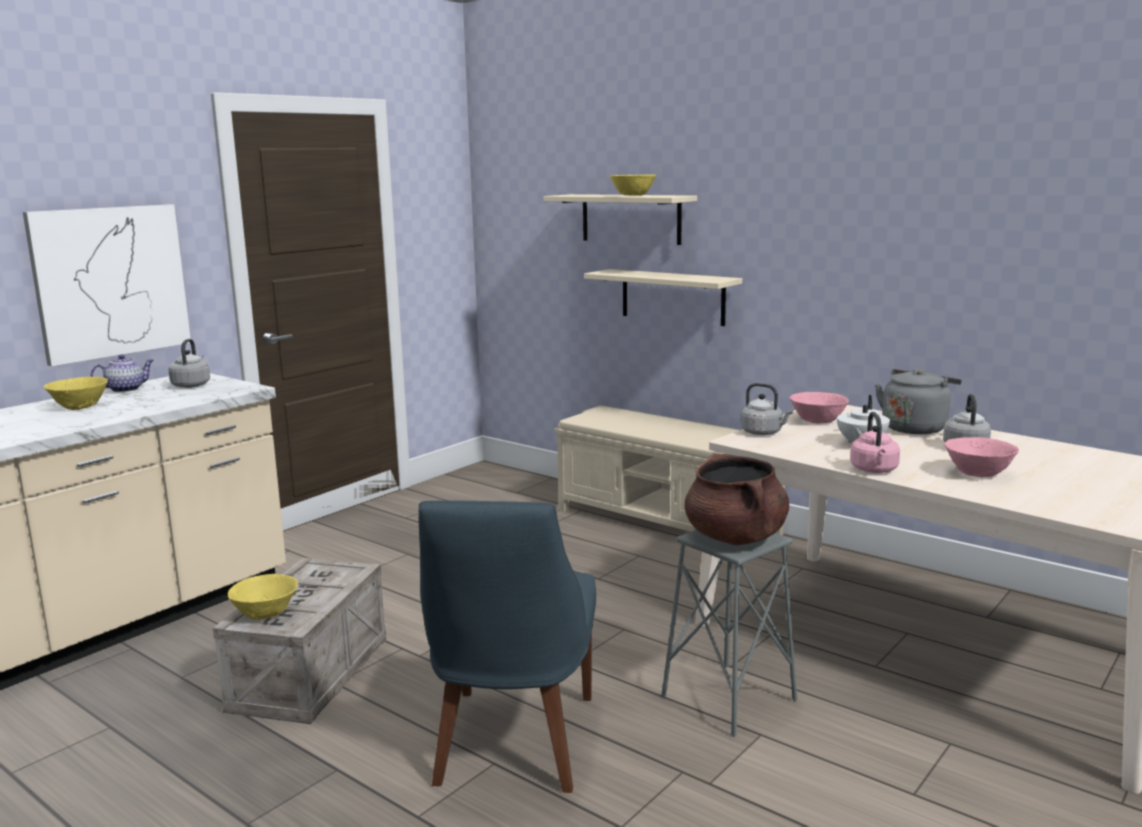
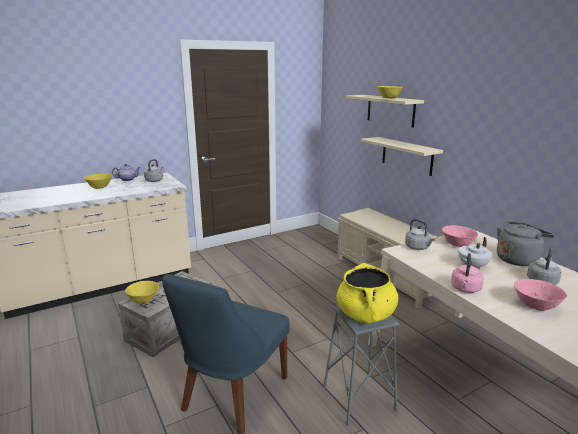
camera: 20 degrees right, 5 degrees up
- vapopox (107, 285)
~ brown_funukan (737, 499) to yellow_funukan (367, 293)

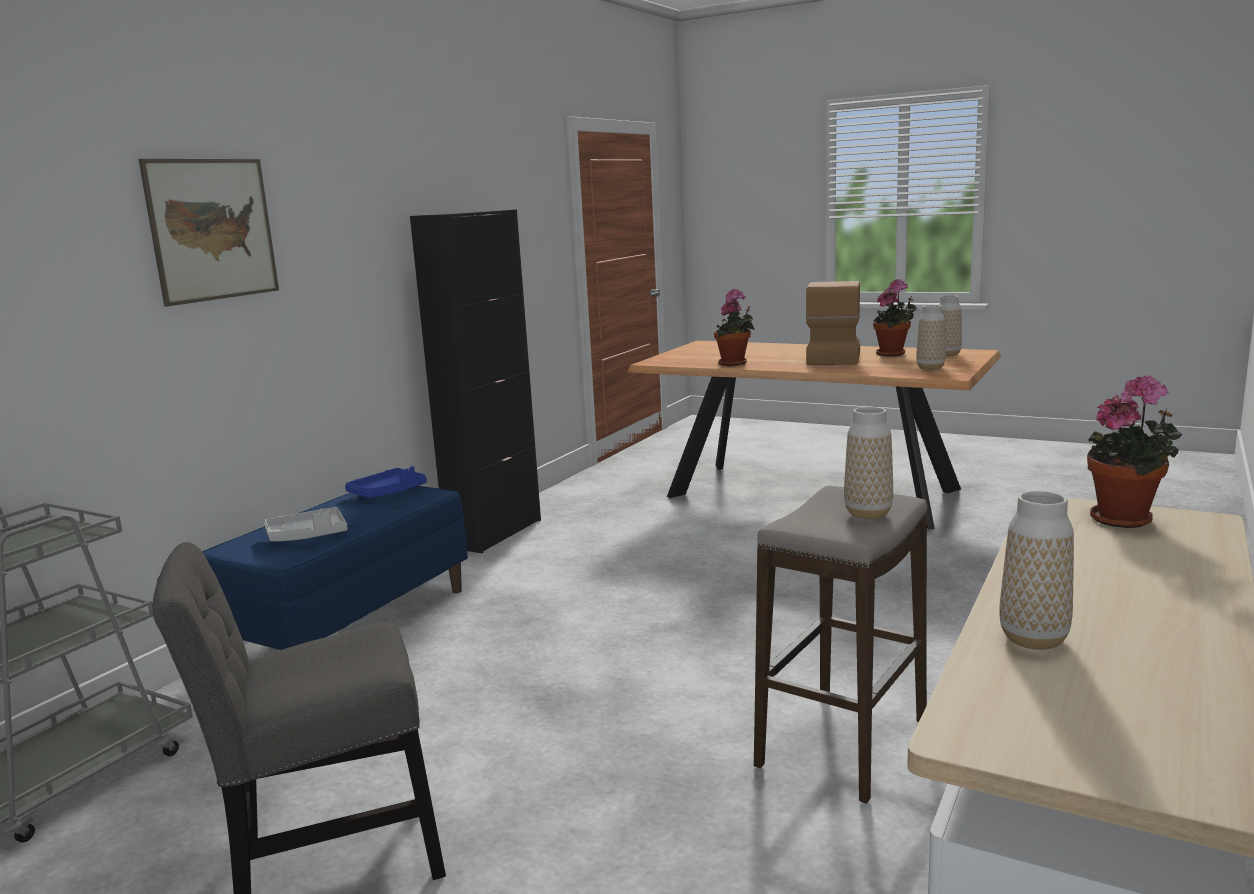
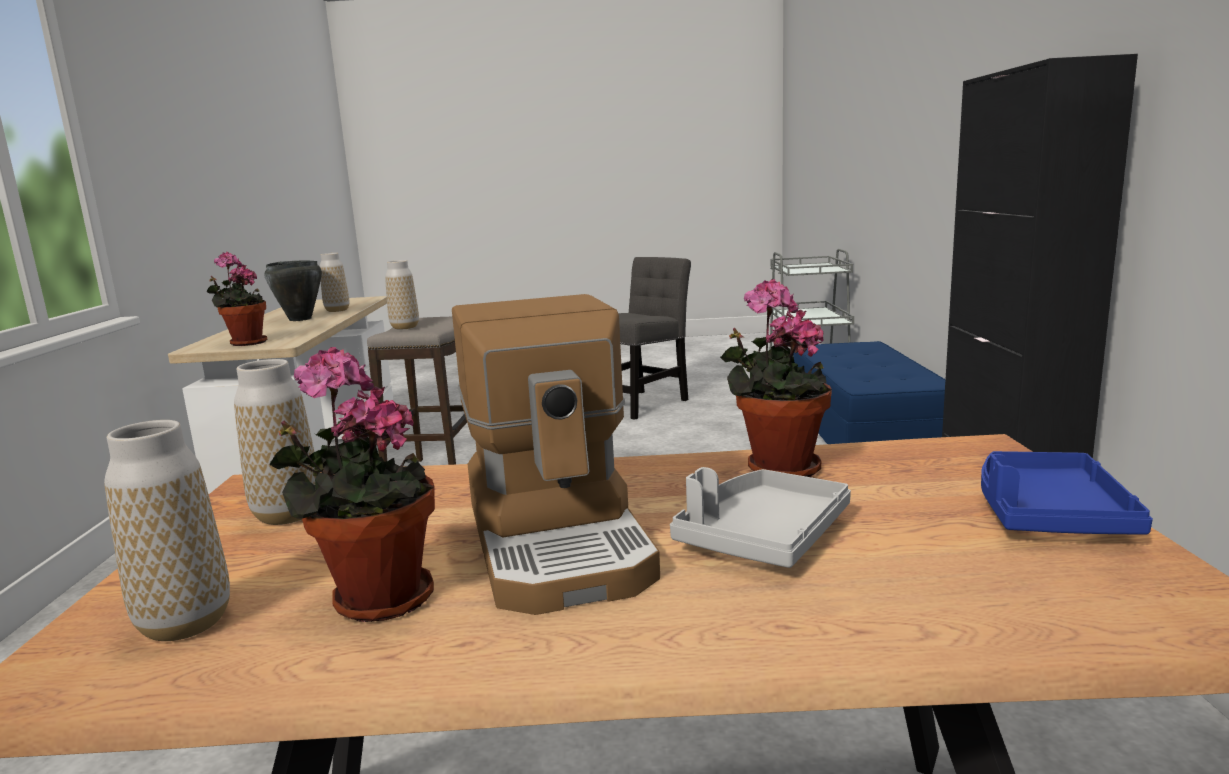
camera: 150 degrees right, 0 degrees up
- vapopox (208, 232)
+ black_funukan (293, 291)
~ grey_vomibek (306, 524) to (760, 517)
~ blue_vomibek (386, 482) to (1067, 493)

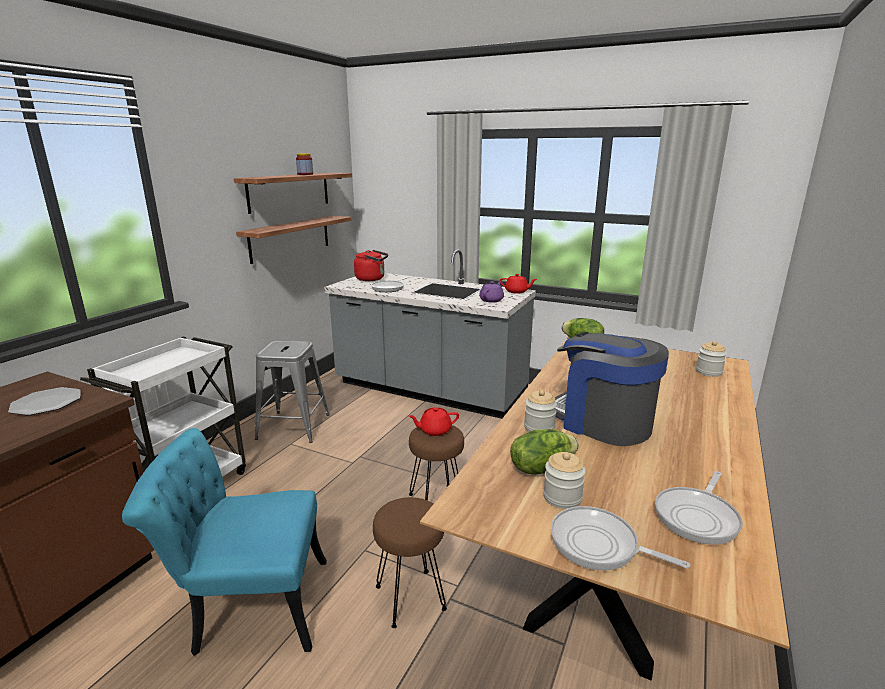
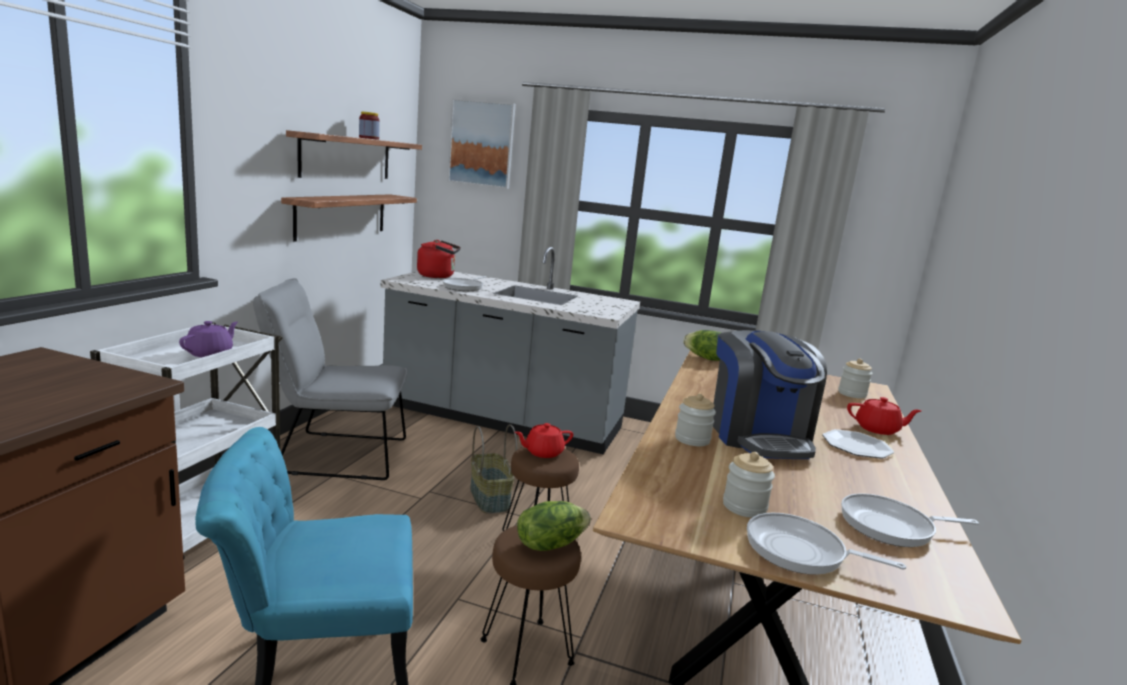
camera: 10 degrees left, 5 degrees down
+ vapopox (482, 143)
+ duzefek (493, 469)
~ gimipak (44, 401) to (858, 444)
~ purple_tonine (491, 292) to (208, 339)
~ red_tonine (518, 283) to (884, 416)
~ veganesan (544, 452) to (554, 526)
~ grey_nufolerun (292, 392) to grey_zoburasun (330, 379)
~ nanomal (612, 389) = (770, 394) 135 degrees counterclockwise
~ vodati (699, 508) = (910, 520) 60 degrees clockwise

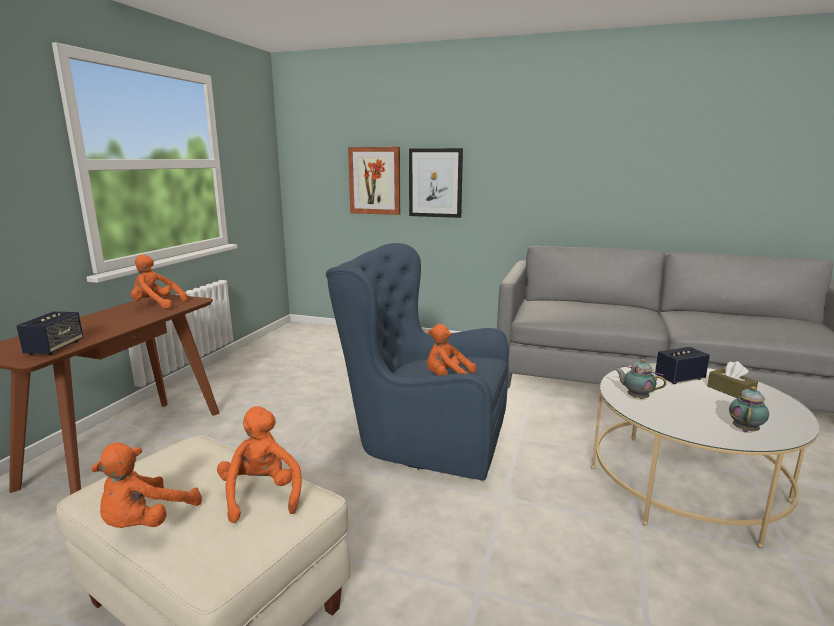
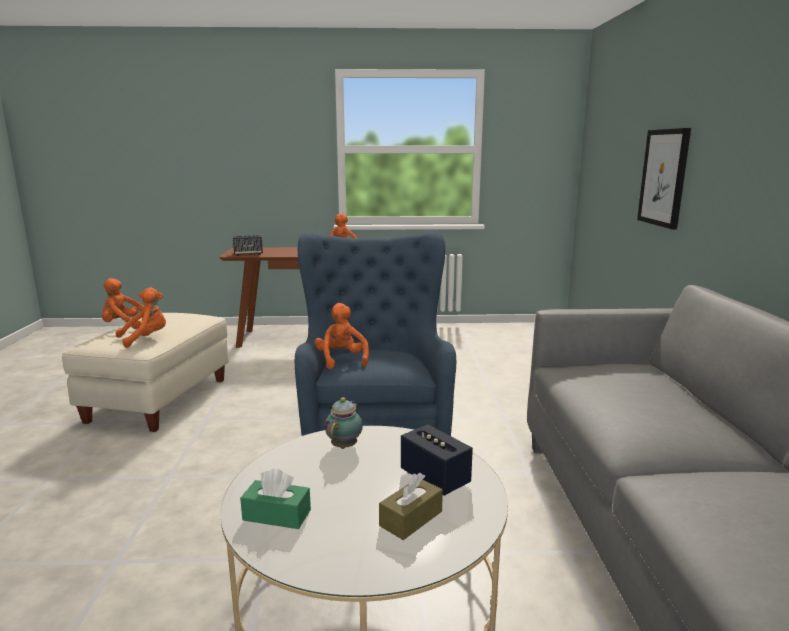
camera: 70 degrees right, 0 degrees up
- vapopox (374, 181)
~ tonine (749, 409) to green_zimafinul (275, 498)

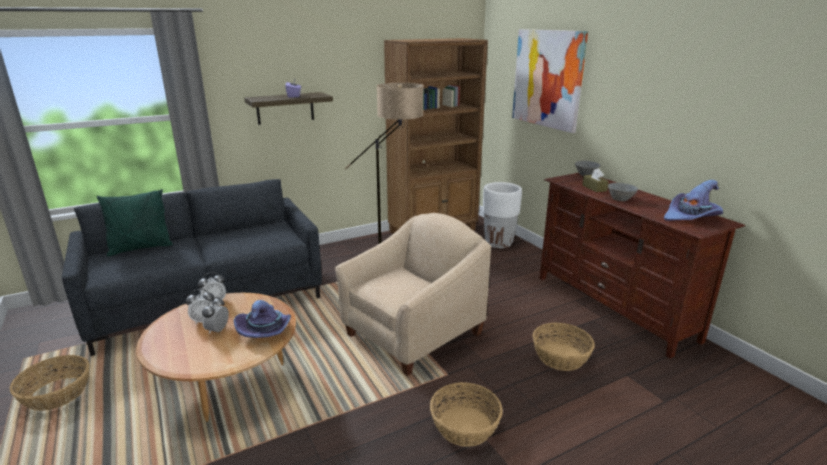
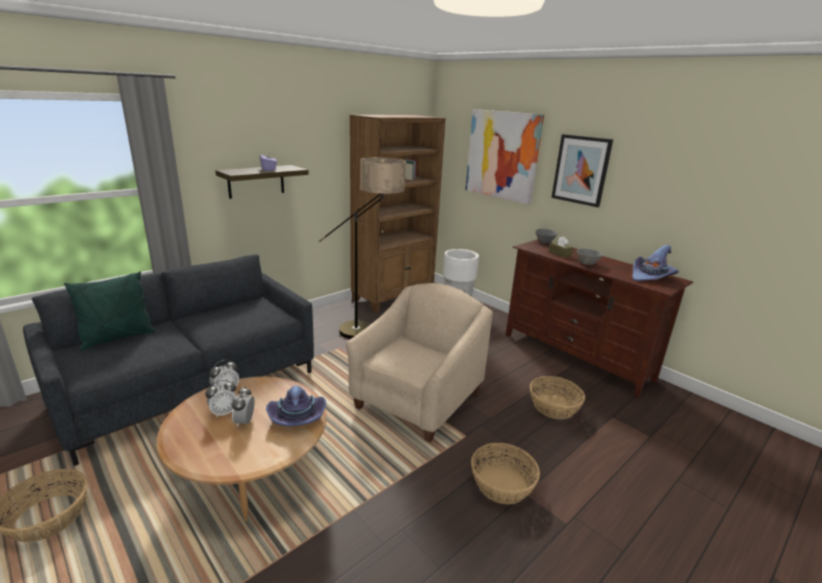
camera: 15 degrees left, 0 degrees up
+ vapopox (582, 170)

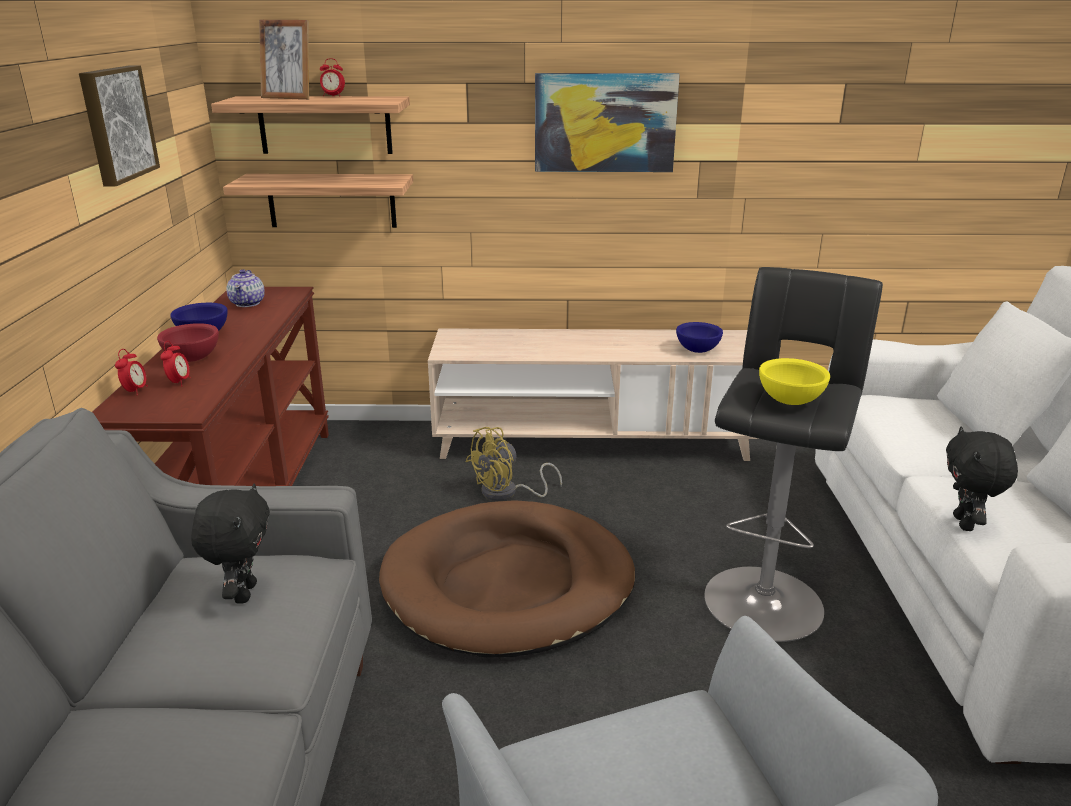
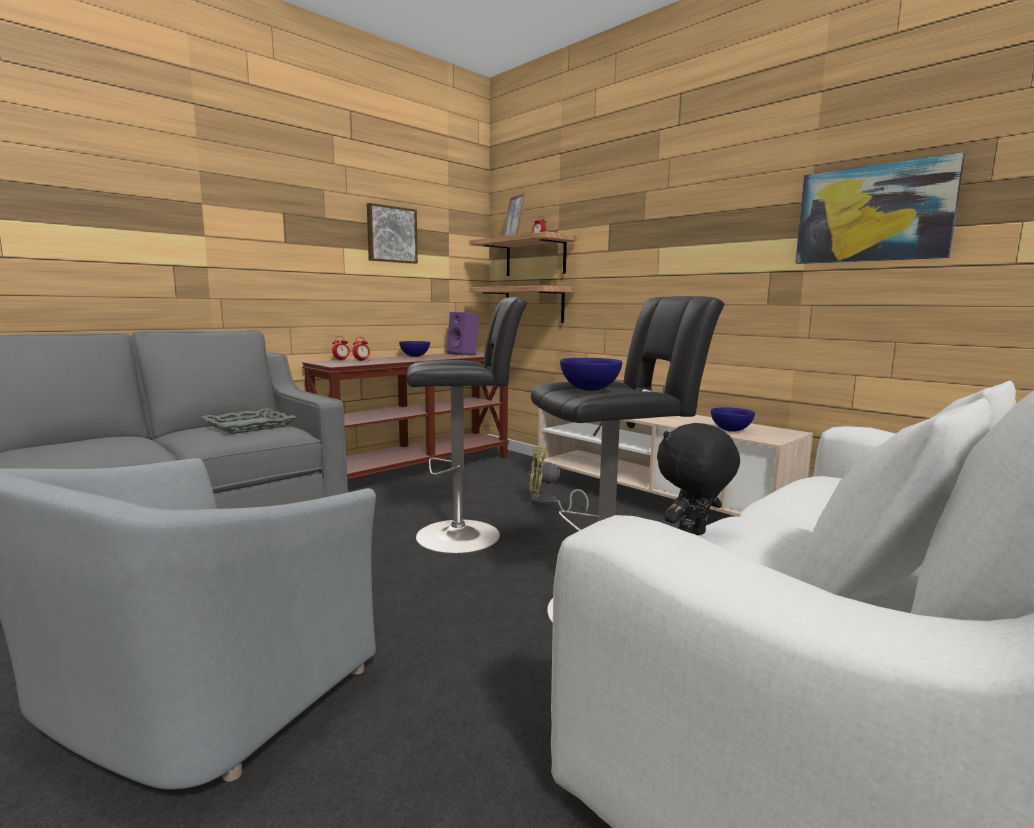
camera: 45 degrees right, 15 degrees down
- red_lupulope (188, 342)
~ vapopox (607, 122) to (880, 208)
~ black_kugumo (230, 544) to grey_vomibek (249, 421)
~ tonine (245, 288) to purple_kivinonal (463, 334)
~ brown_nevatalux (507, 579) to black_nufolerun (467, 425)
~ yellow_lupulope (794, 381) to blue_lupulope (591, 374)

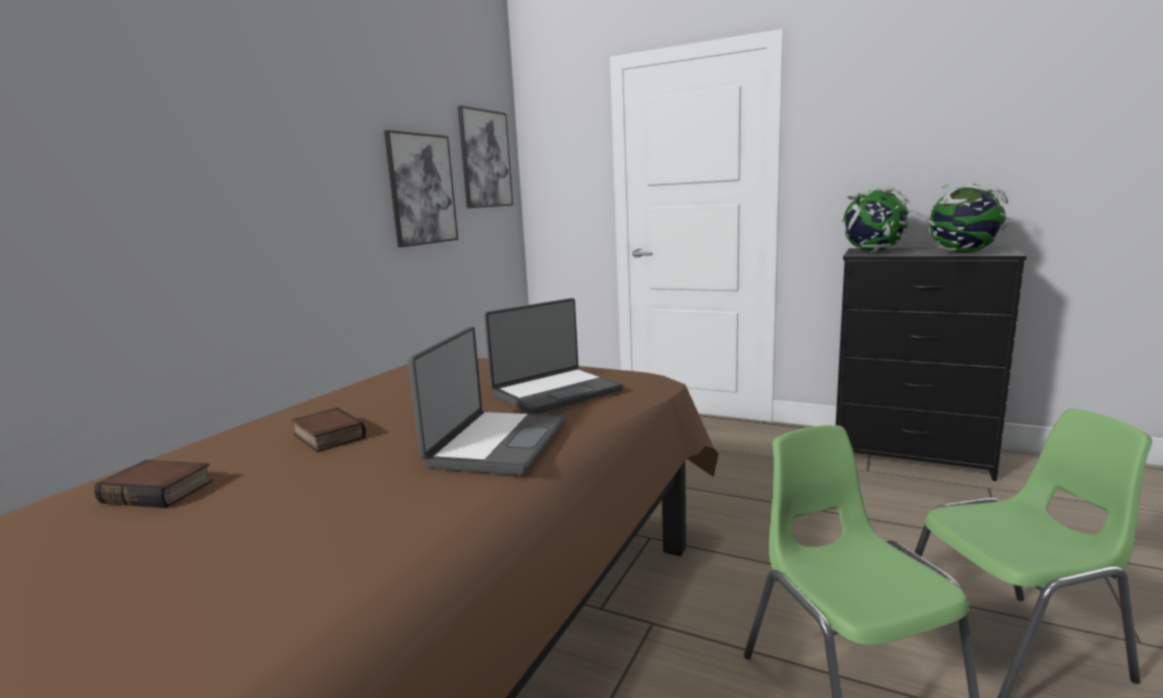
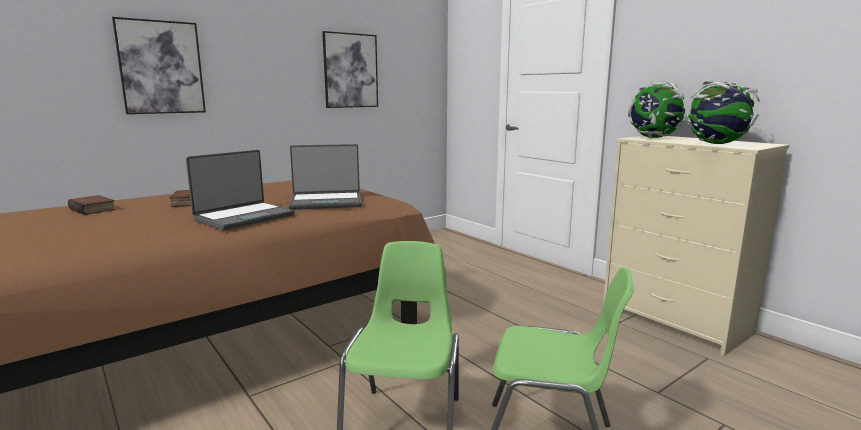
camera: 25 degrees right, 0 degrees up
~ vapopox (485, 157) to (159, 65)
~ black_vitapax (931, 364) to beige_vitapax (696, 246)

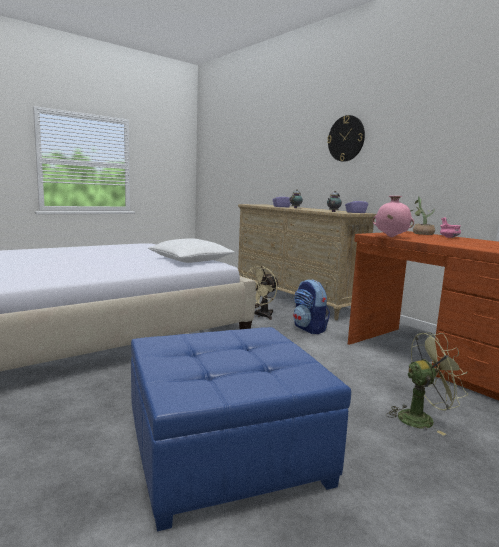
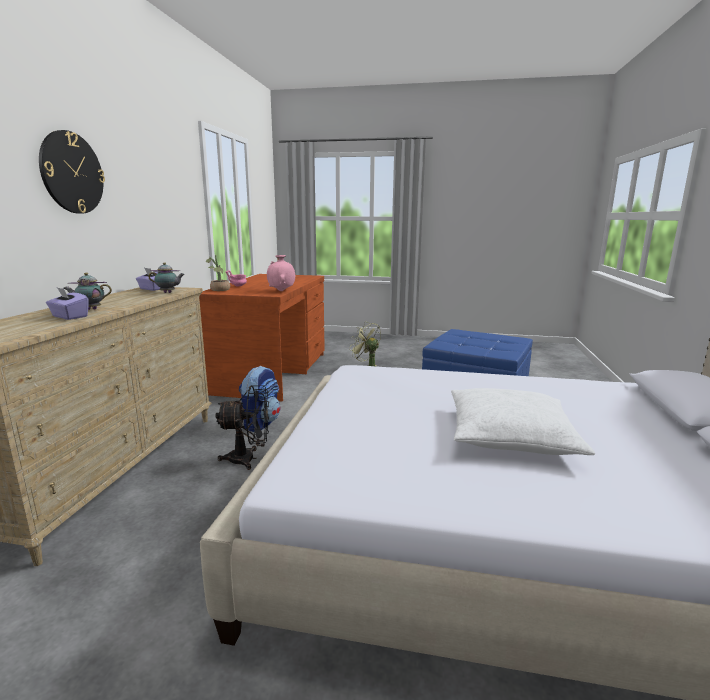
camera: 130 degrees left, 5 degrees up
~ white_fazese (191, 250) to (523, 421)
~ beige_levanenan (261, 293) to black_levanenan (242, 427)

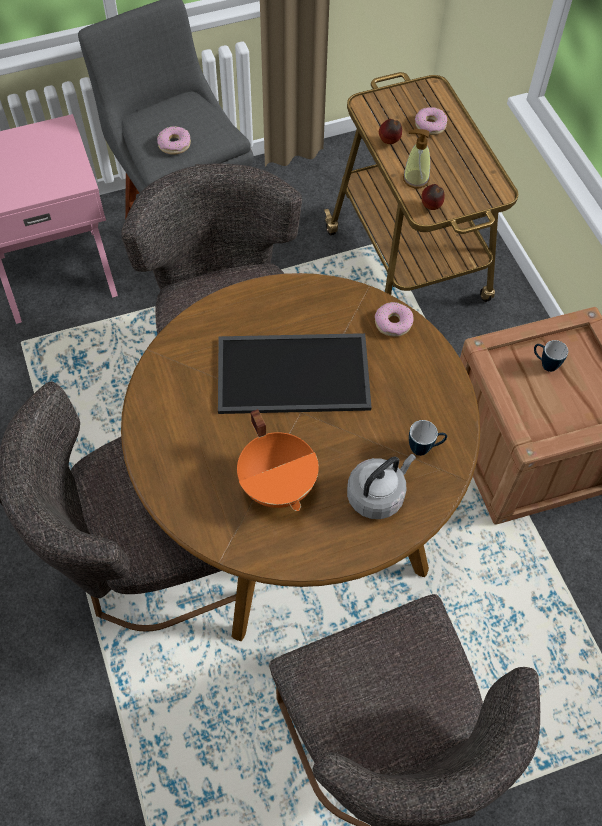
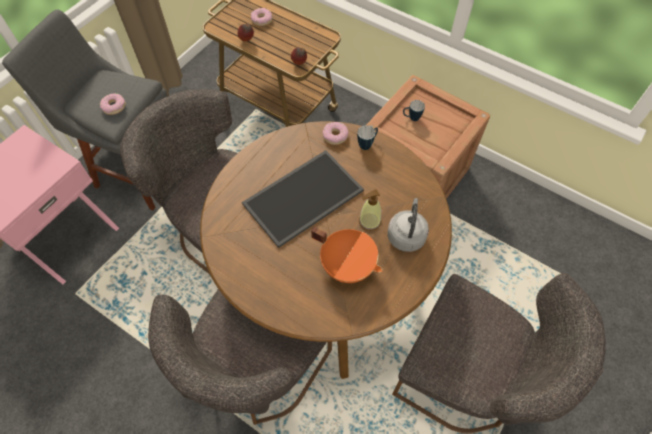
camera: 35 degrees left, 0 degrees up
~ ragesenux (416, 158) to (370, 210)
~ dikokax (428, 438) to (367, 137)

